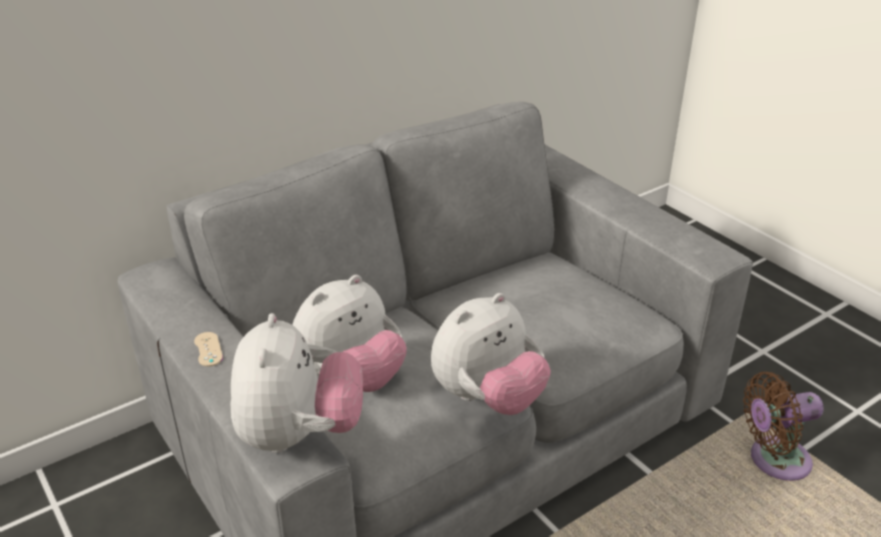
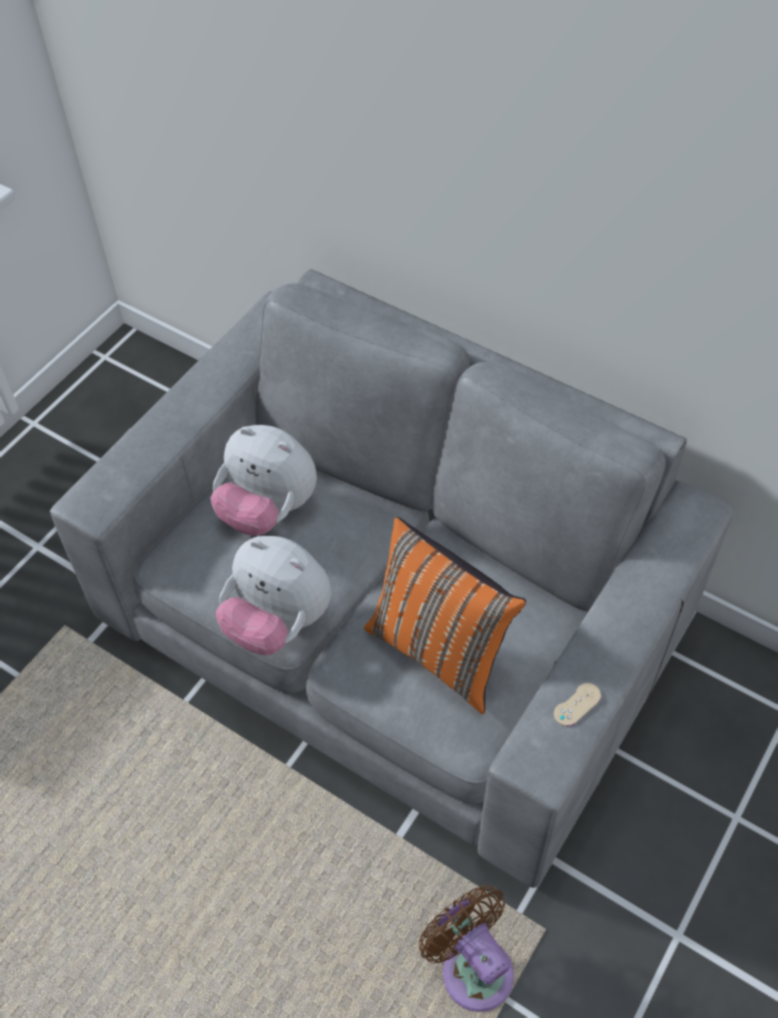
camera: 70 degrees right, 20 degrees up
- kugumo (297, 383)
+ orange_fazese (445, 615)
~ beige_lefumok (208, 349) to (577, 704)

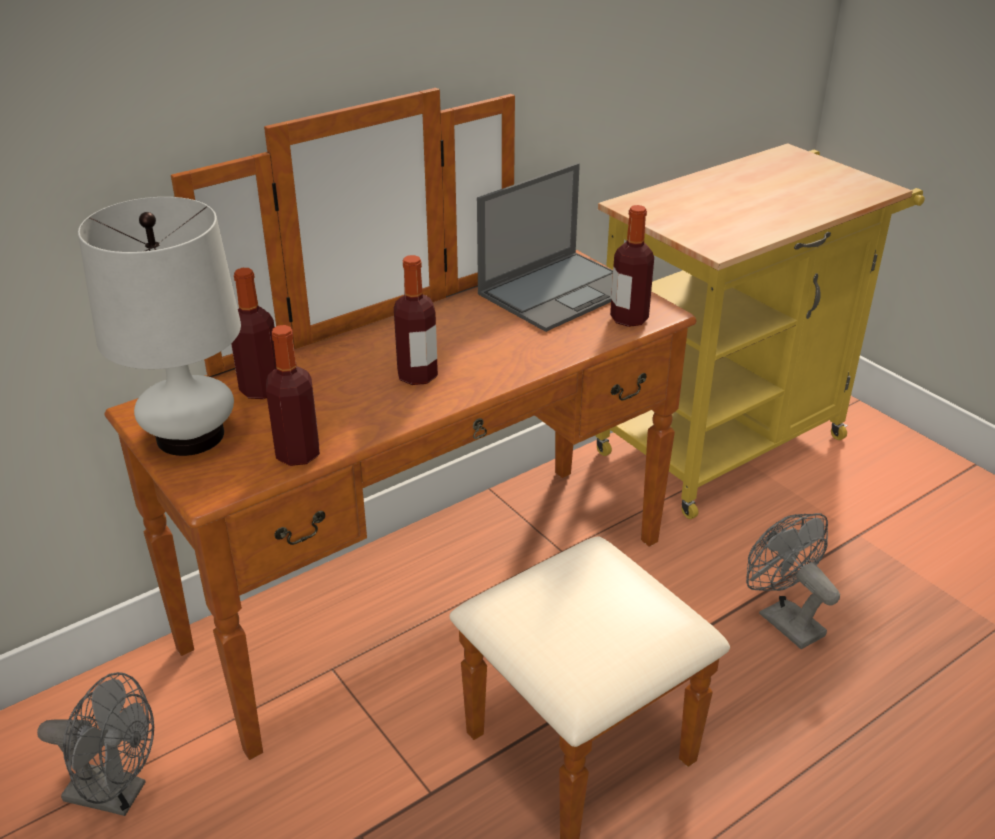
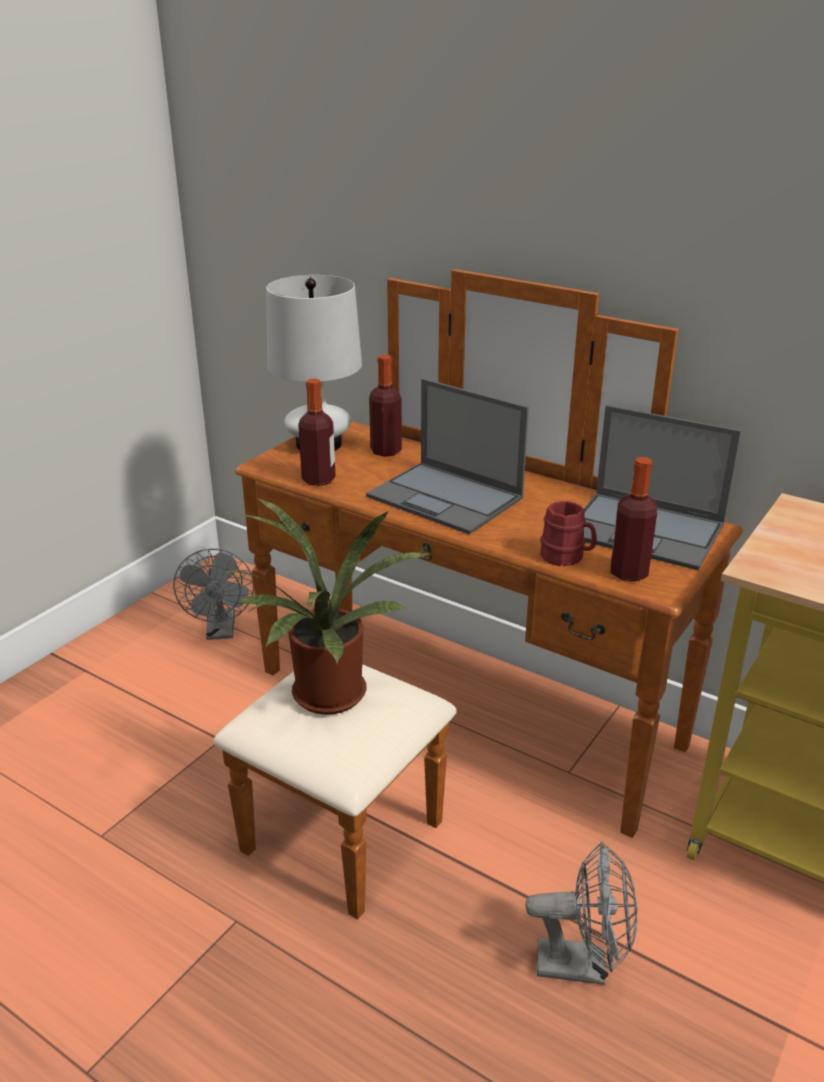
camera: 70 degrees right, 5 degrees down
+ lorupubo (327, 606)
+ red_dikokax (568, 533)
~ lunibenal (416, 320) to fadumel (447, 456)
~ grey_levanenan (793, 581) = (581, 913) 60 degrees clockwise

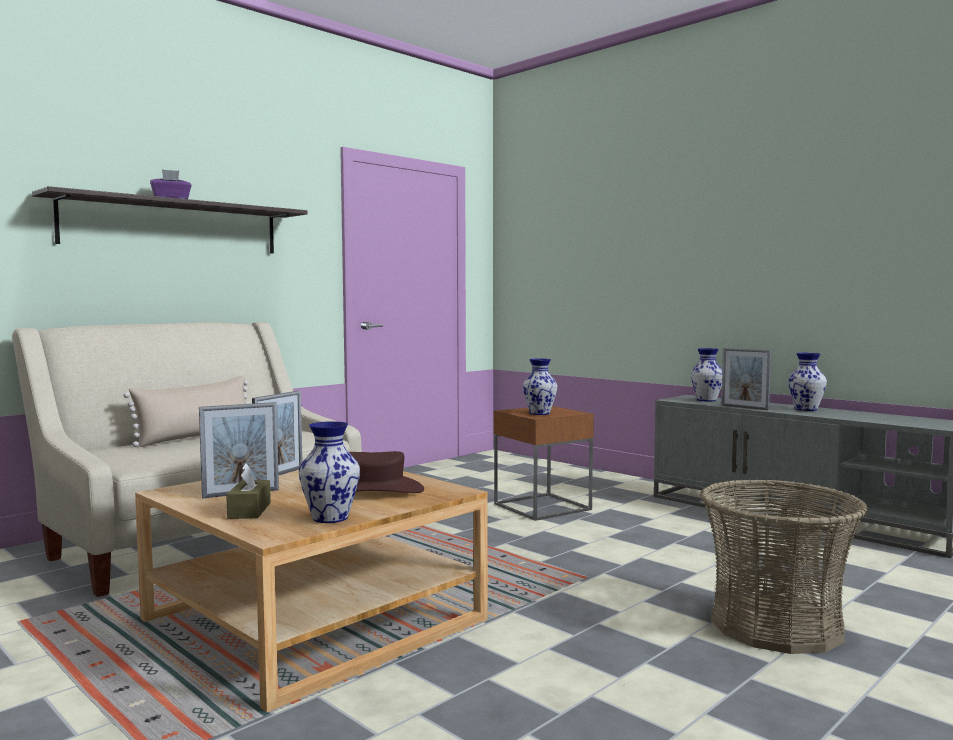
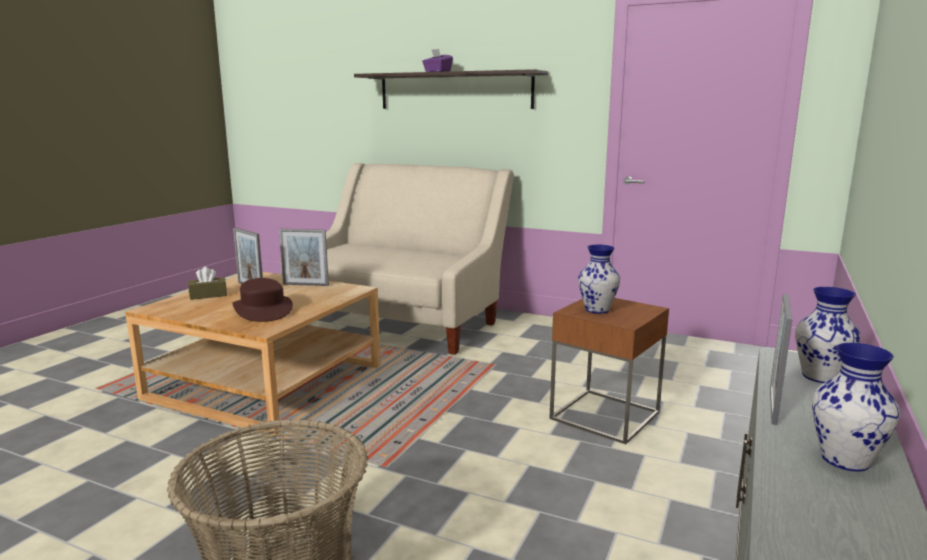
camera: 70 degrees right, 10 degrees up
- beige_fazese (187, 411)
- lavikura (329, 472)

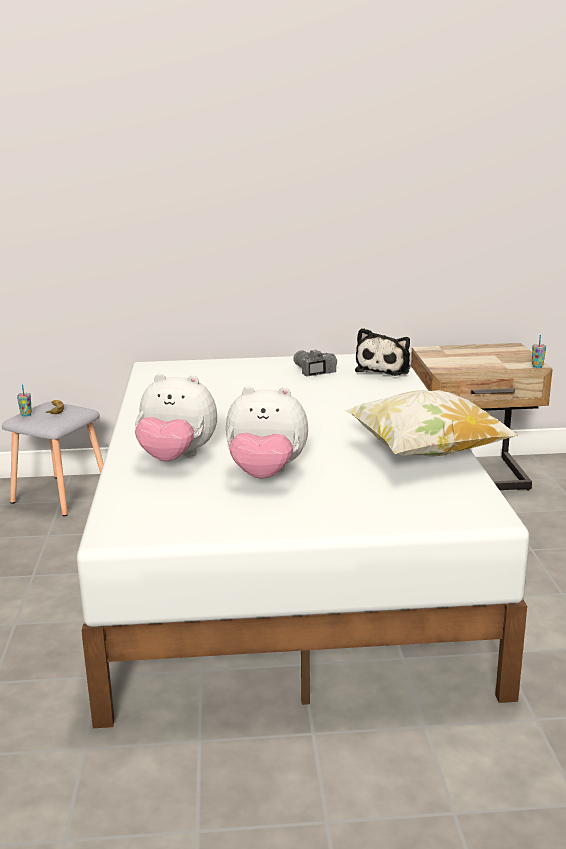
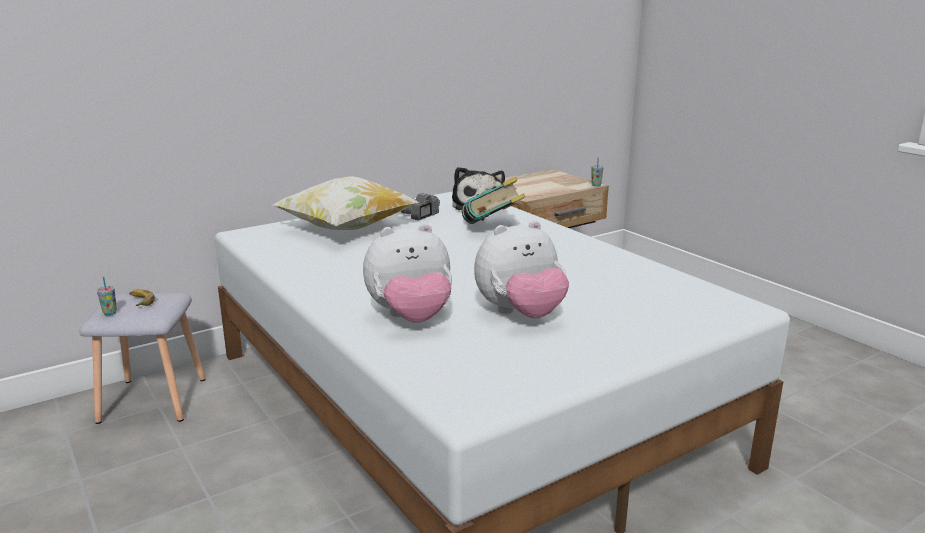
camera: 30 degrees left, 0 degrees up
+ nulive (493, 200)
~ fazese (431, 423) to (346, 203)

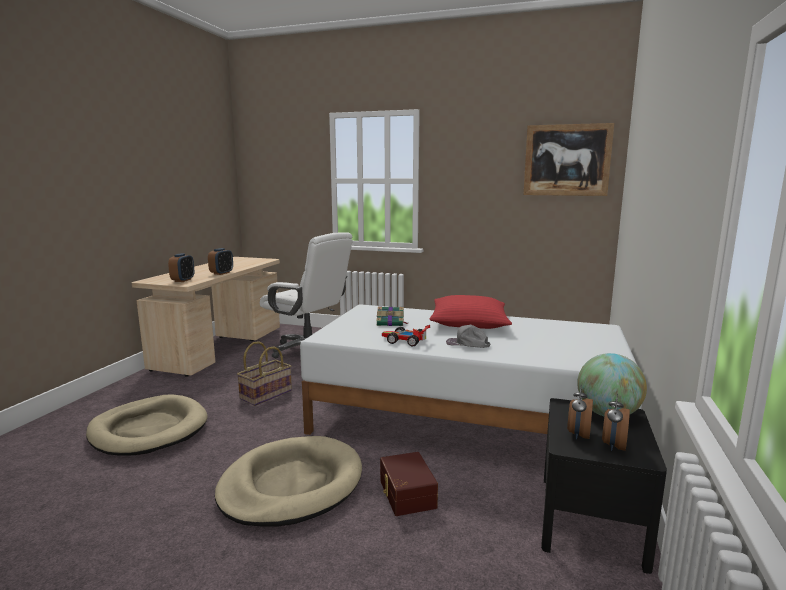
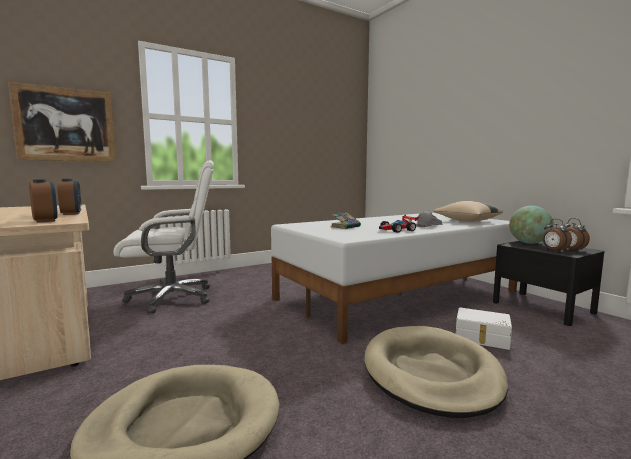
camera: 50 degrees left, 5 degrees down
- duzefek (264, 373)
- red_fazese (471, 312)
+ beige_fazese (468, 211)
~ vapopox (568, 159) to (62, 122)
~ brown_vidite (409, 484) to white_vidite (484, 329)

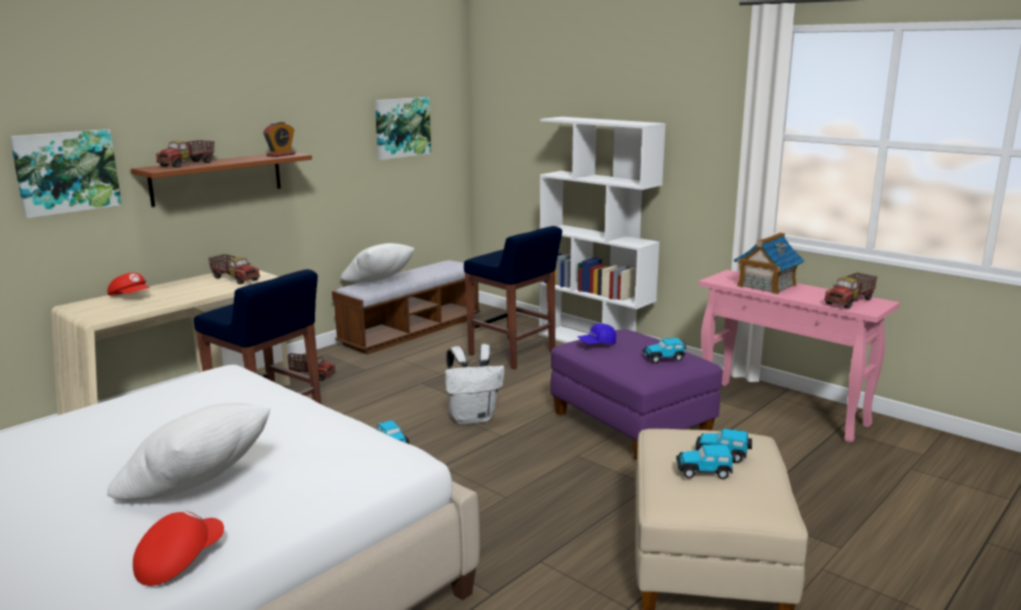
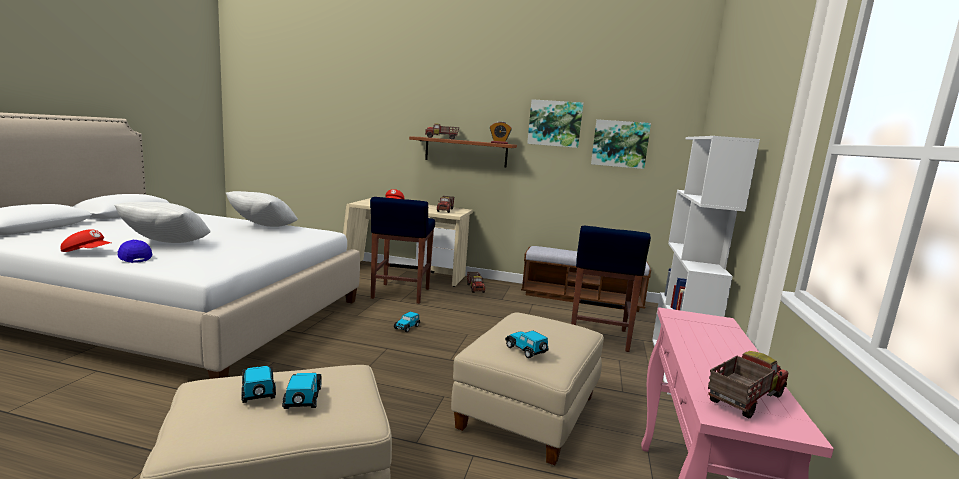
camera: 60 degrees right, 5 degrees down
- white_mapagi (475, 384)
- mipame (769, 264)
~ vapopox (65, 173) to (555, 123)
~ white_fazese (378, 263) to (262, 209)
~ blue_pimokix (596, 333) to (135, 251)
~ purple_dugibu (636, 394) to beige_dugibu (527, 389)
~ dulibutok (851, 290) = (748, 384) 120 degrees clockwise

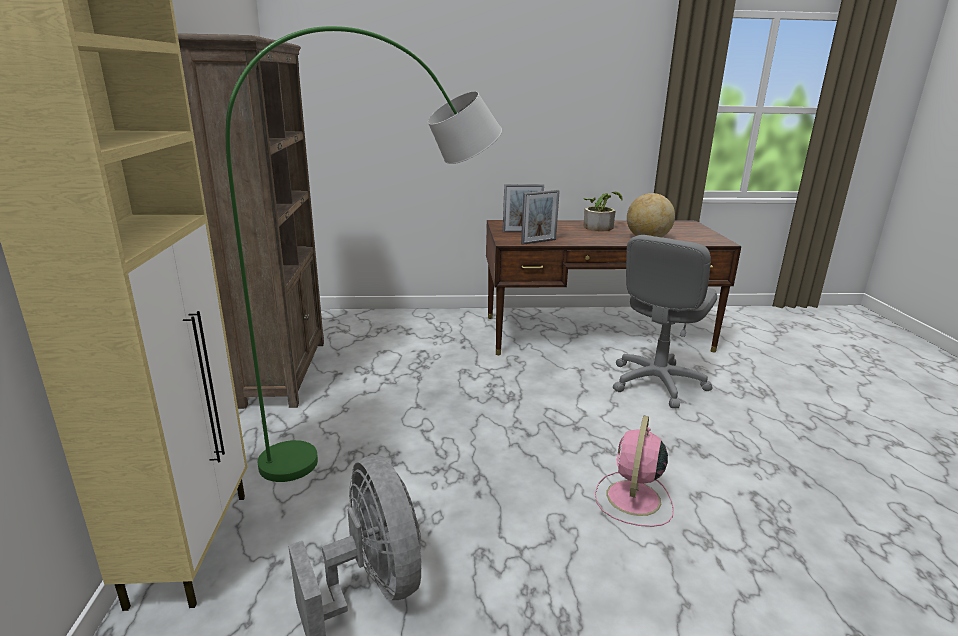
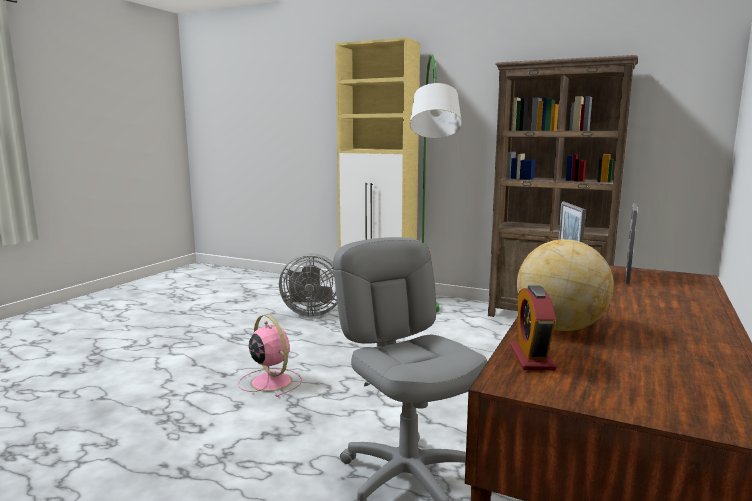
camera: 120 degrees right, 10 degrees down
- lorupubo (603, 211)
+ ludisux (533, 328)

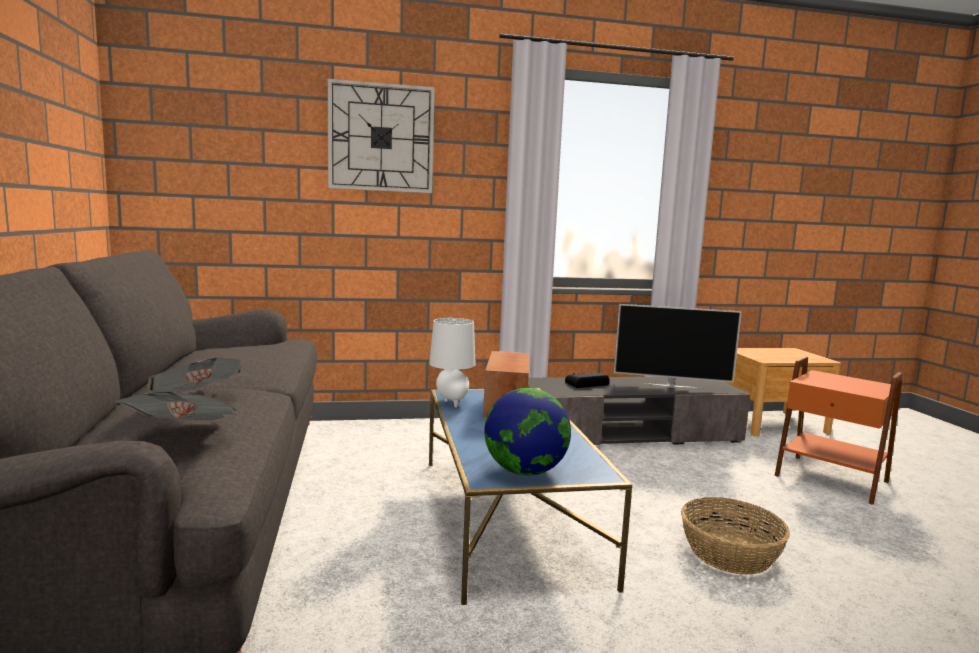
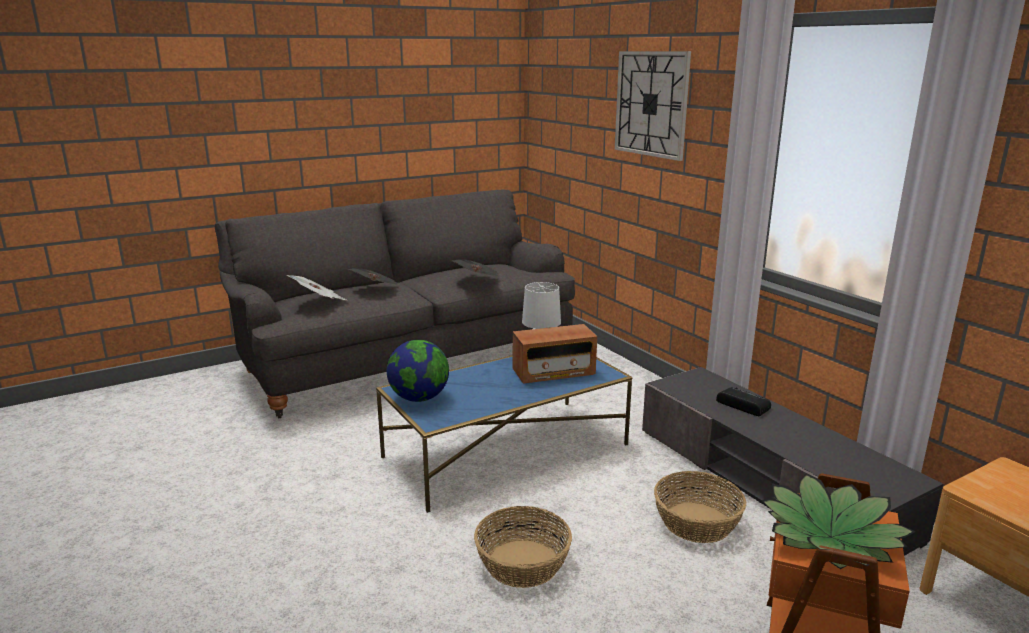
camera: 70 degrees right, 10 degrees up
- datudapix (678, 346)
+ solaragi (475, 267)
+ duzefek (700, 507)
+ lorupubo (838, 521)

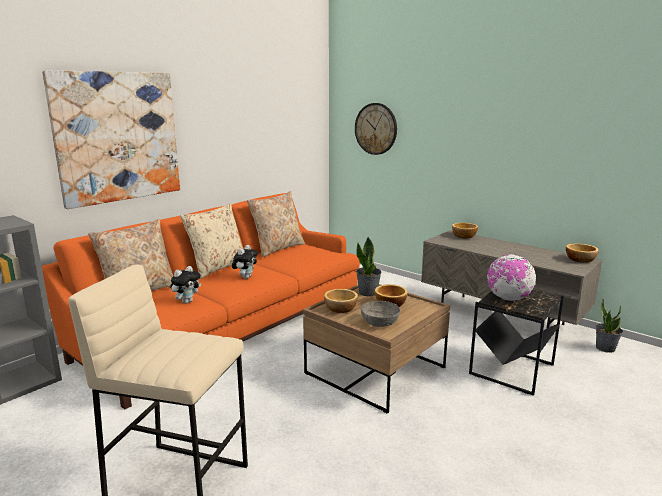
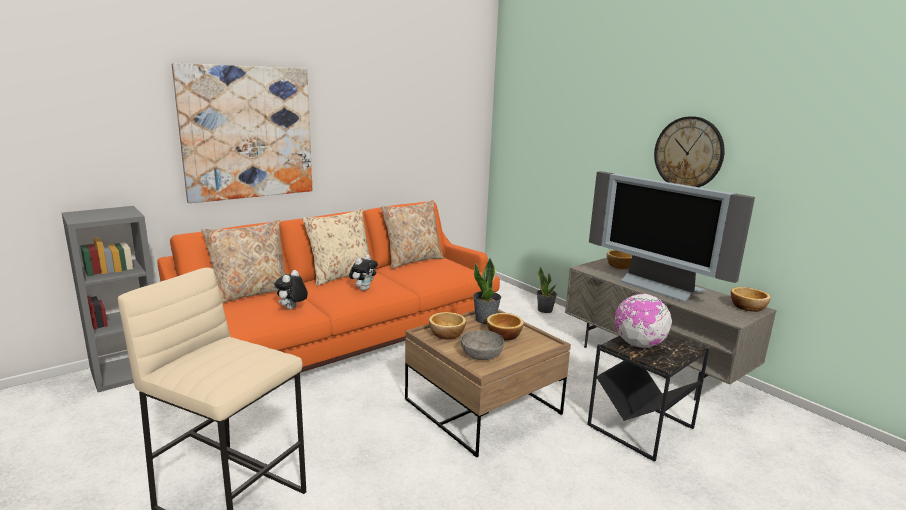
camera: 10 degrees right, 0 degrees up
+ datudapix (672, 236)
~ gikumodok (376, 129) to (689, 151)
~ lorupubo (609, 326) to (547, 290)
~ kugumo (185, 285) = (291, 289) 150 degrees clockwise

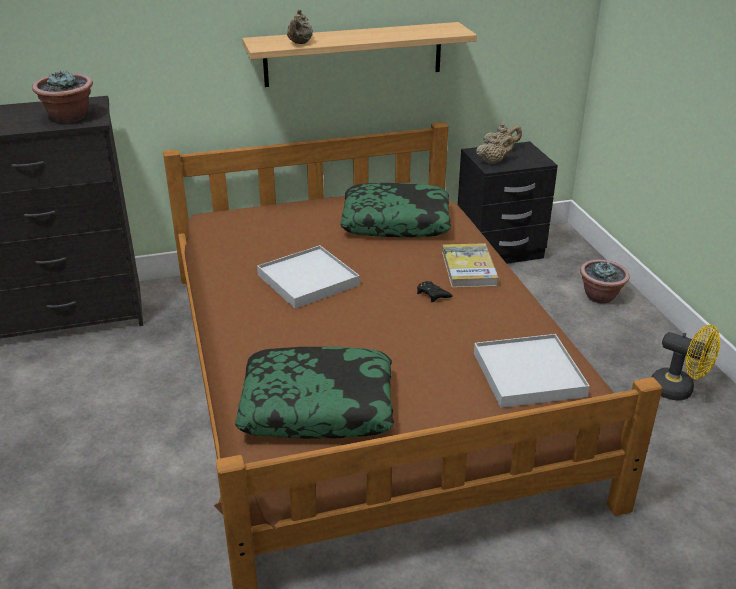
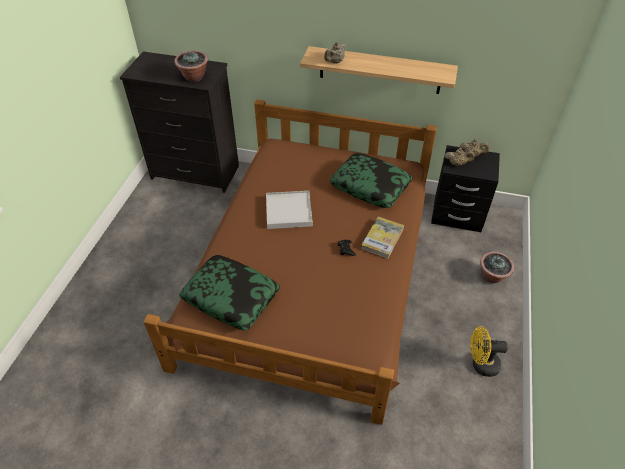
camera: 30 degrees right, 15 degrees up
- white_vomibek (532, 371)
~ yellow_levanenan (686, 363) = (489, 351) 120 degrees clockwise

